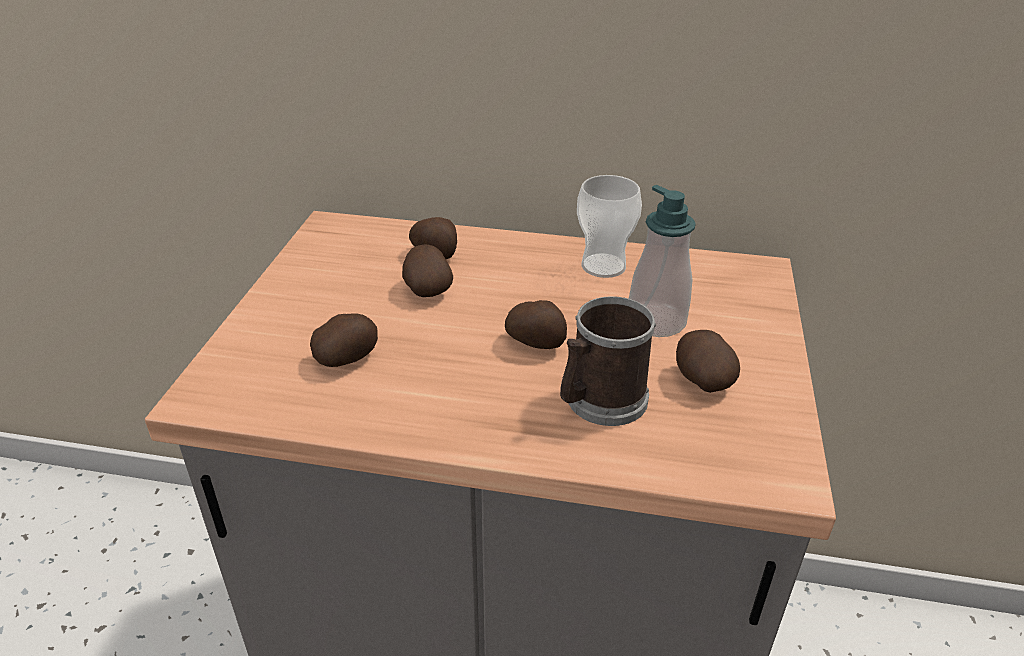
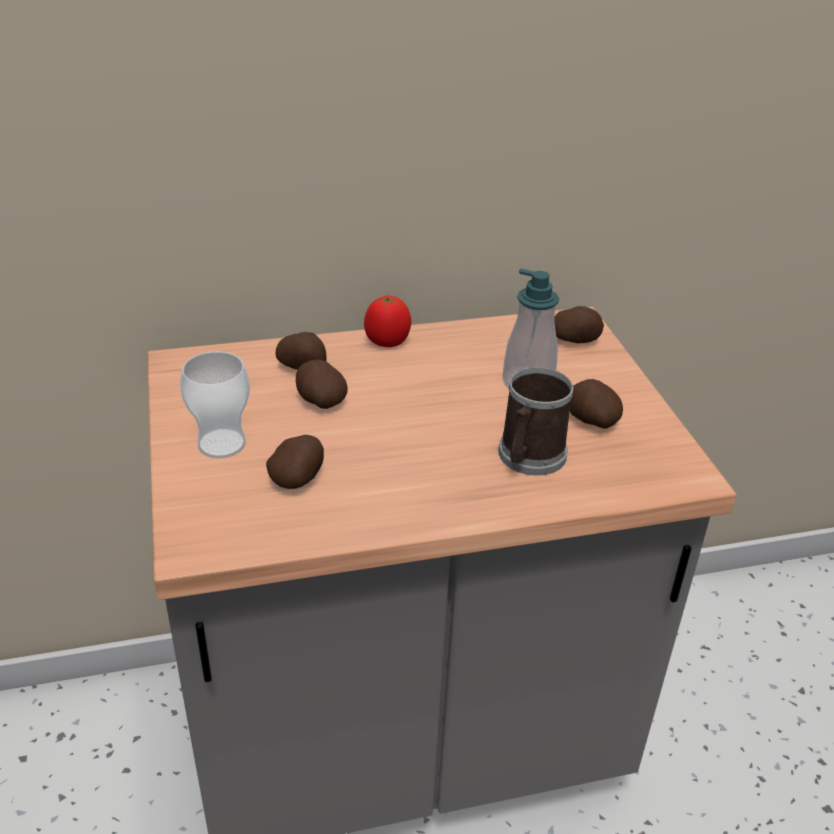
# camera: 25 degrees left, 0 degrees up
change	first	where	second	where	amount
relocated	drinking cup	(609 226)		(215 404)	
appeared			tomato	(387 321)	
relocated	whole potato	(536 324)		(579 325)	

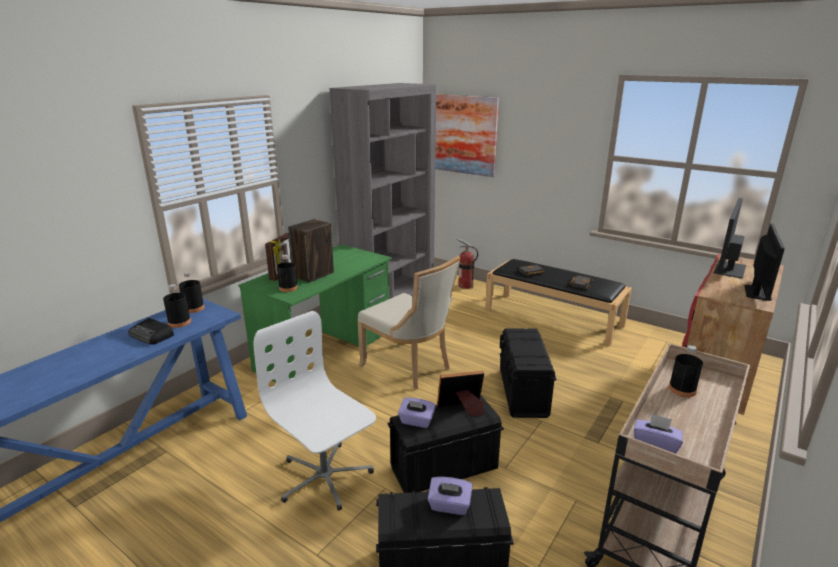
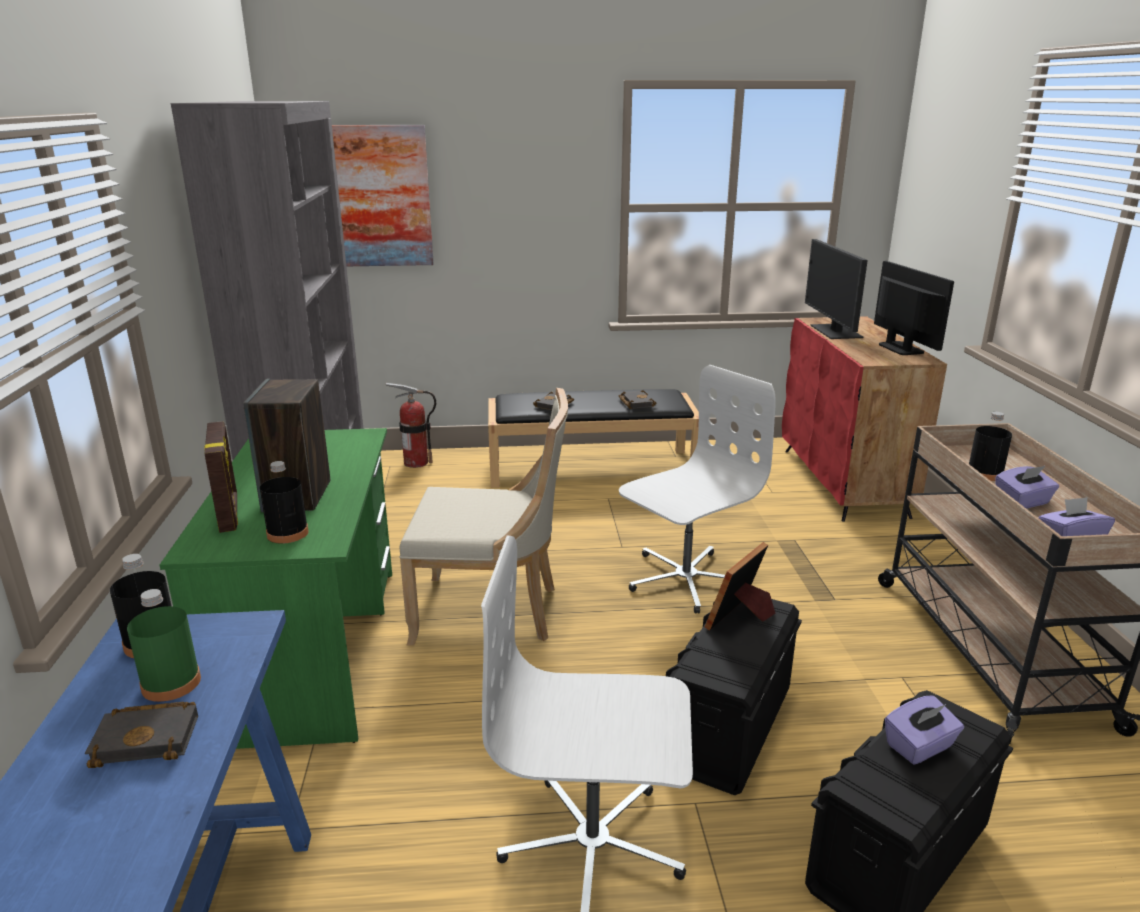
# camera: 40 degrees left, 0 degrees up
change	first	where	second	where	amount
exchanged	radio set	(151 331)	black-coloured book	(141 735)	
colour	black-coloured drink bottle	(177 306)	green drink bottle	(164 645)	
exchanged	black-coloured storage bin	(528 373)	white desk chair	(697 489)	
relocated	purple-coloured tissue holder	(417 413)		(1027 487)	

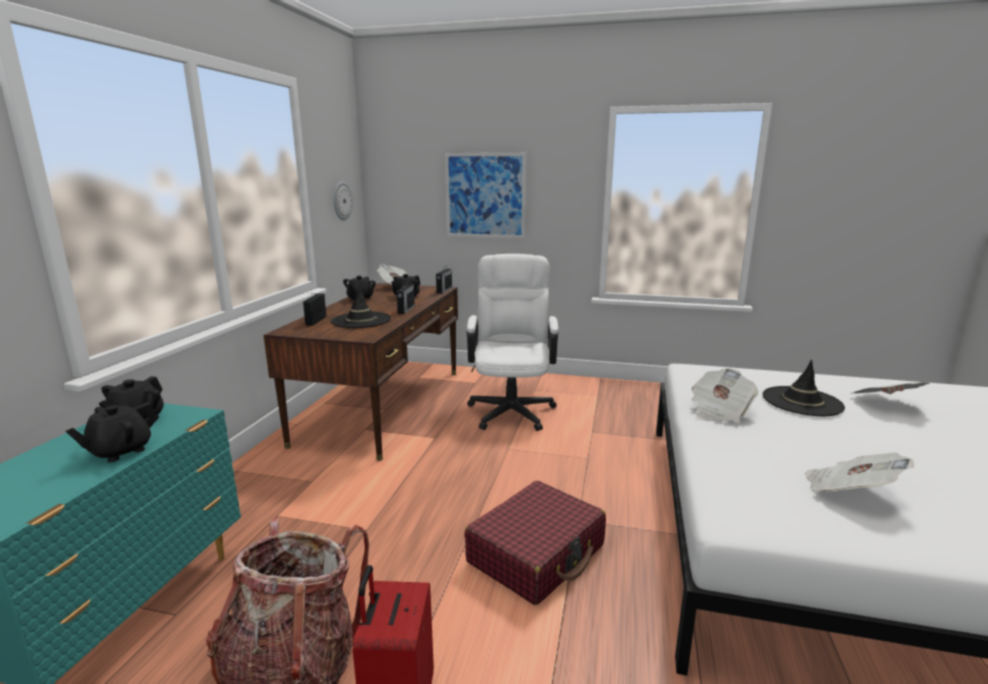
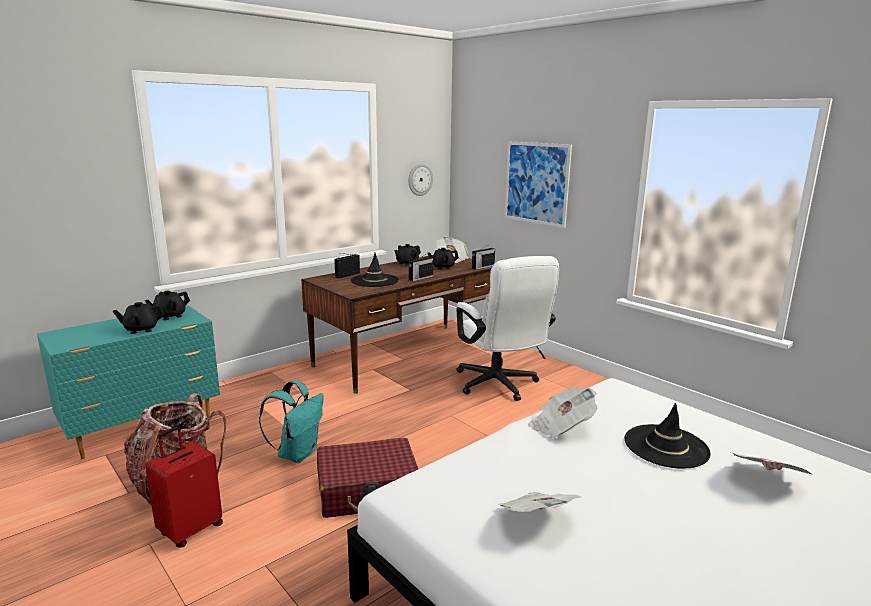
# camera: 35 degrees right, 0 degrees up
change	first	where	second	where	amount
appeared			blue-green rucksack	(291 421)	
spun	white desk chair	(512 342)		(507 328)	120 degrees clockwise

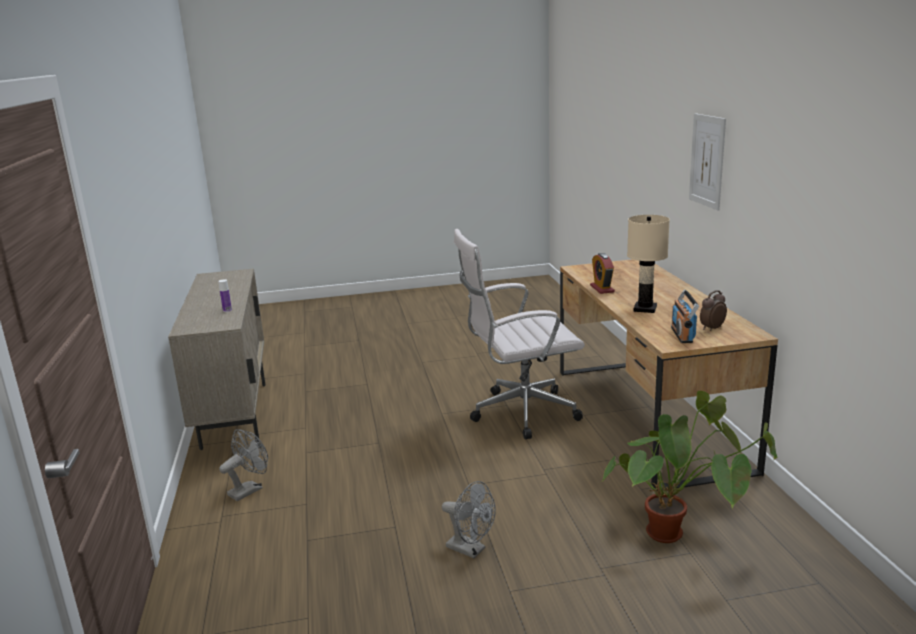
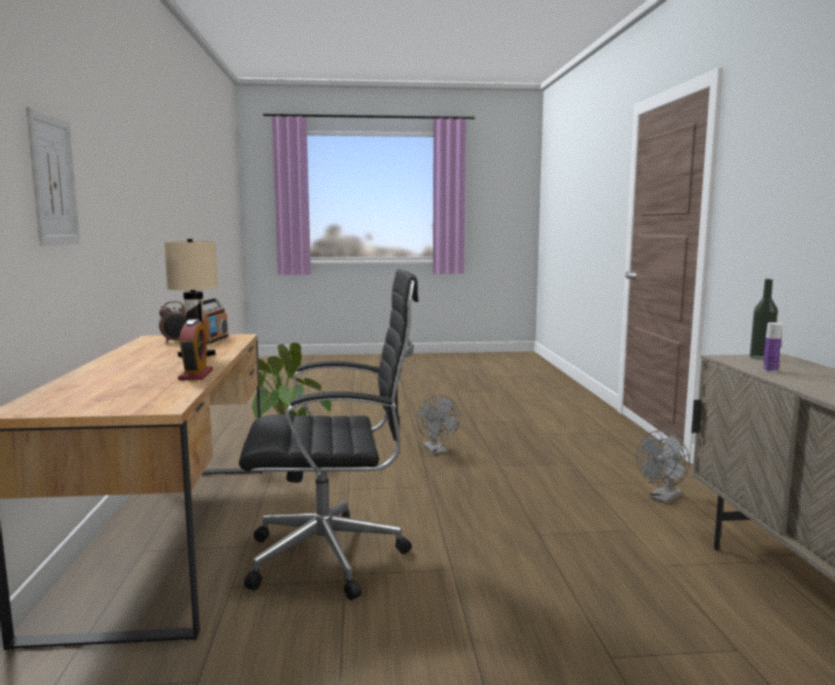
# camera: 175 degrees left, 10 degrees down
change	first	where	second	where	amount
colour	white desk chair	(519 334)	black-coloured desk chair	(329 434)	
spun	gray electric fan	(469 519)		(438 424)	150 degrees counterclockwise
appeared			drink bottle	(764 319)	

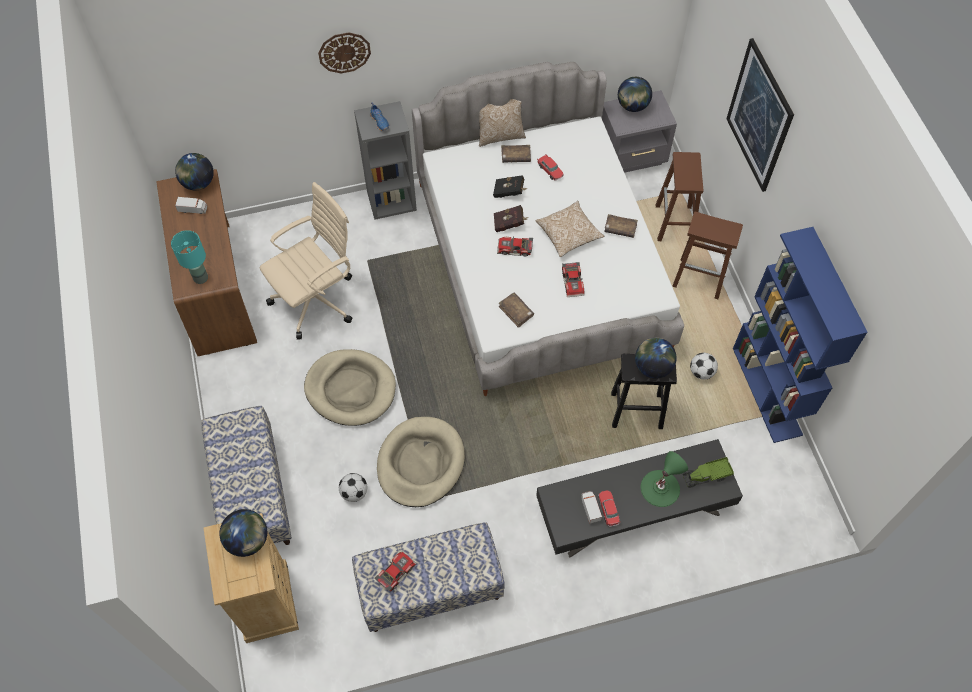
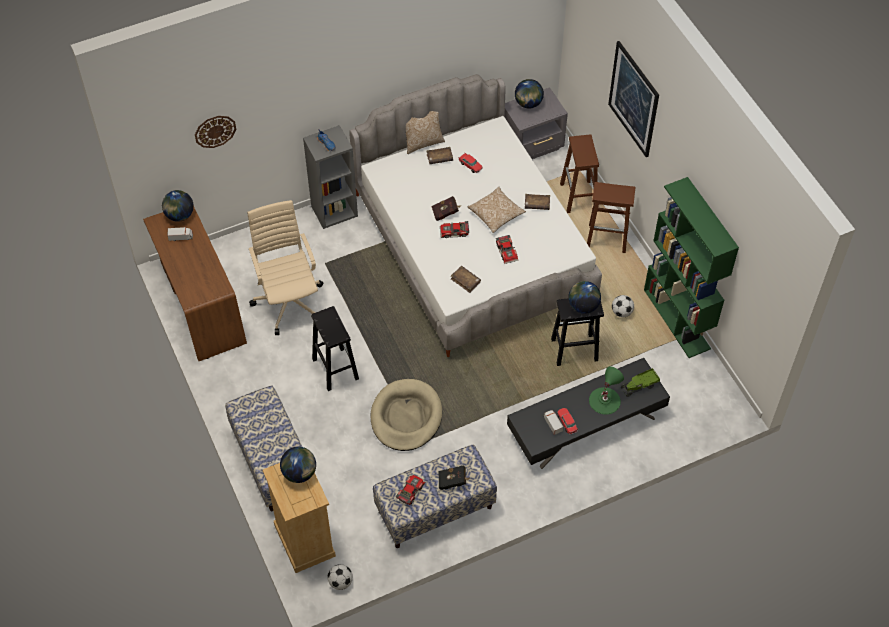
# camera: 10 degrees left, 5 degrees down
change	first	where	second	where	amount
relocated	clock on the wall	(344 52)		(215 132)	
spun	sand-coloured desk chair	(306 261)		(285 267)	60 degrees counterclockwise
exchanged	sand-coloured dog bed	(350 387)	black-coloured stool	(335 348)	
relocated	ball for football	(353 487)		(340 577)	
relocated	black-coloured book	(509 186)		(454 477)	
colour	blue-coloured bookshelf	(800 335)	green bookshelf	(691 267)	
missing	blue-green tabletop lamp	(189 257)			

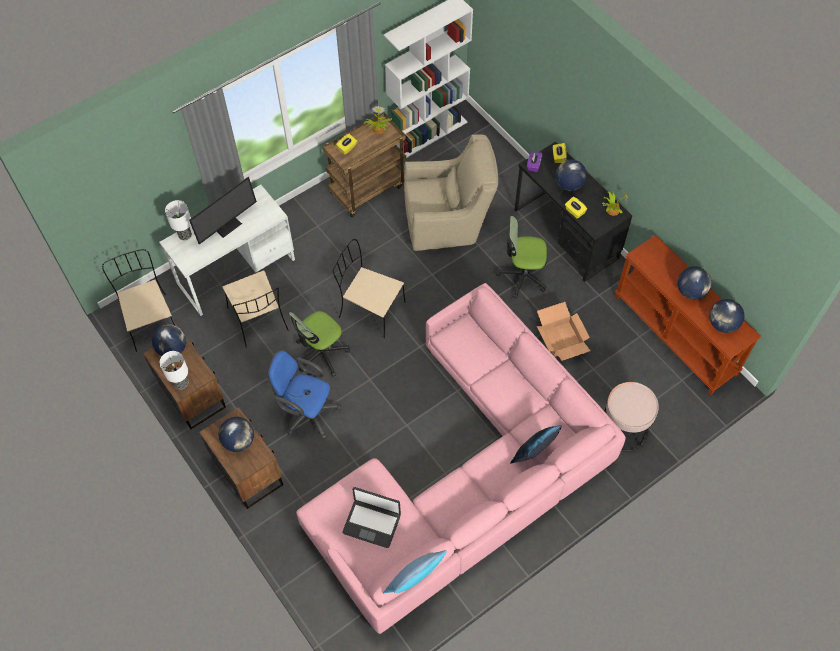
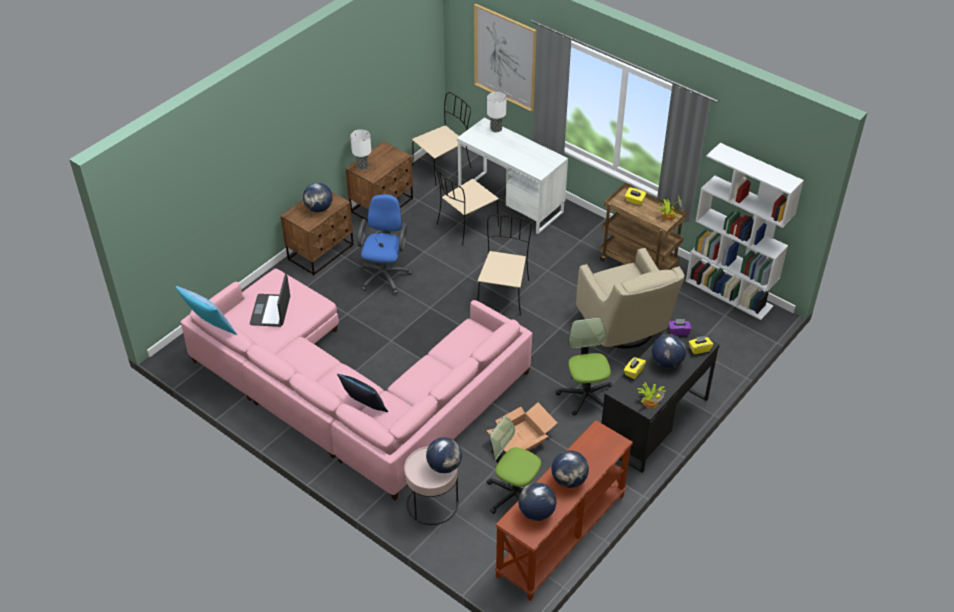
# camera: 75 degrees right, 15 degrees down
change	first	where	second	where	amount
relocated	globe	(169 340)		(444 455)	
appeared			wall picture	(505 58)	
relocated	desk chair	(319 344)		(514 465)	
missing	monitor	(223 210)			

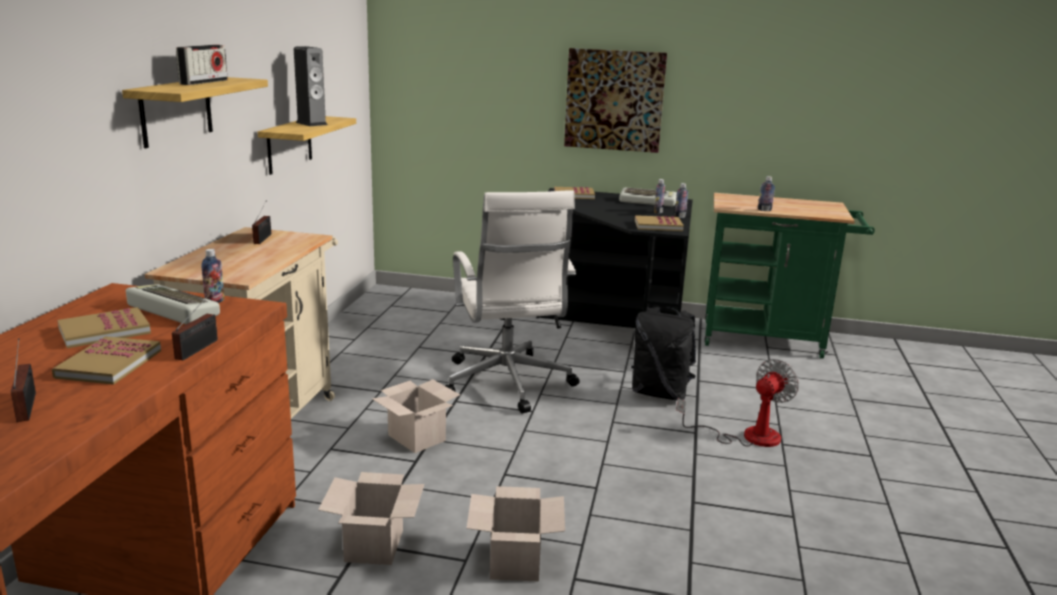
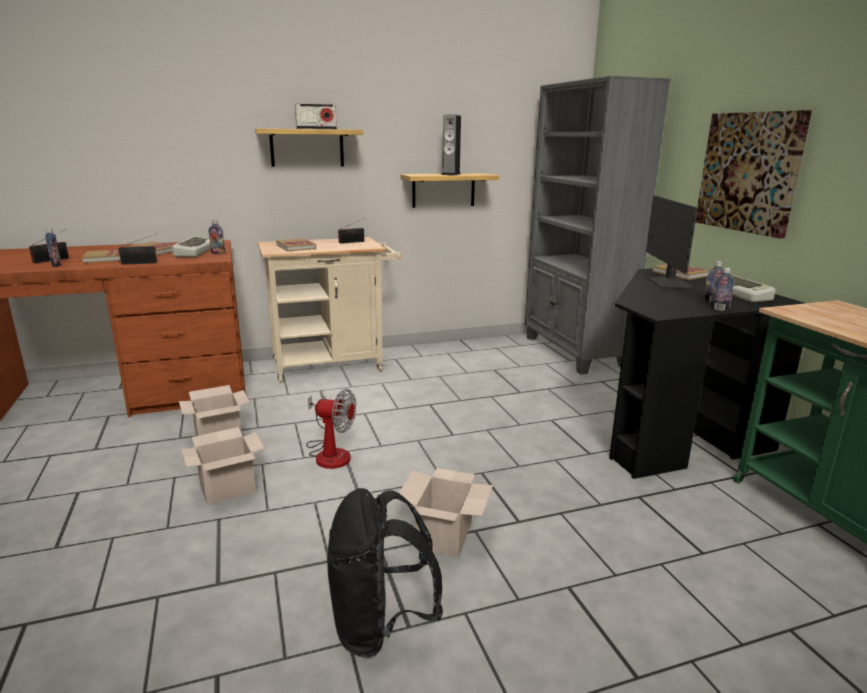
# camera: 60 degrees right, 0 degrees up
change	first	where	second	where	amount
relocated	drink bottle	(766 193)		(53 247)	
relocated	book	(659 223)		(296 244)	
relocated	electric fan	(737 403)		(331 429)	
relocated	black-coloured rucksack	(663 354)		(385 572)	
relocated	packing box	(416 416)		(446 512)	
appeared			gray bookshelf	(598 225)	
appeared			monitor	(672 241)	
missing	white desk chair	(512 301)			

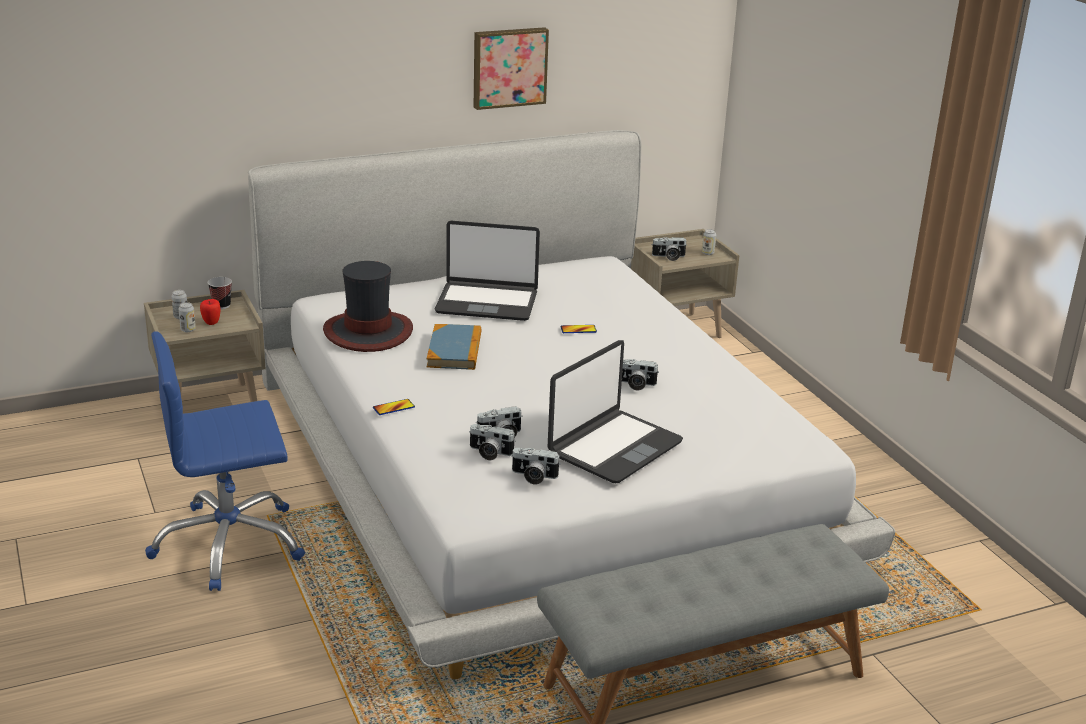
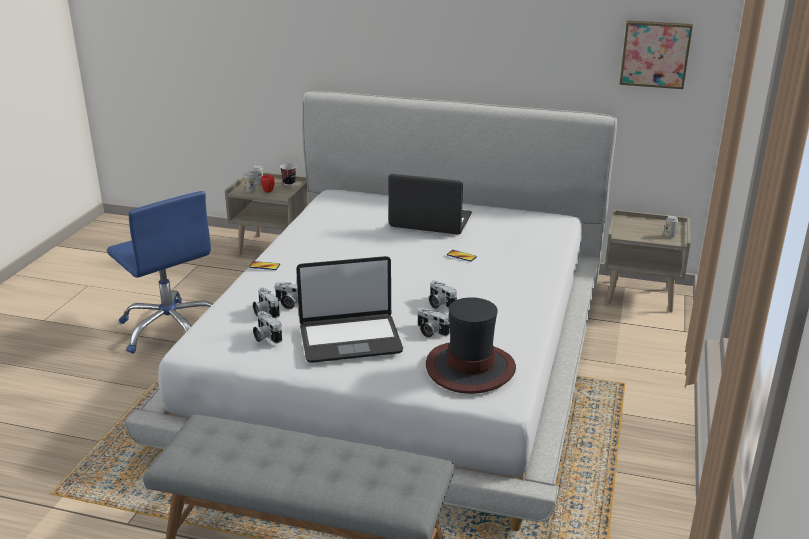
# camera: 40 degrees right, 0 degrees up
change	first	where	second	where	amount
spun	blue-coloured desk chair	(225 461)		(160 272)	150 degrees counterclockwise
spun	portable computer	(487 271)		(430 204)	150 degrees clockwise
relocated	still camera	(669 249)		(434 323)	
relocated	hat	(368 306)		(471 345)	
relocated	wall picture	(511 68)		(656 54)	
missing	book	(454 347)			

